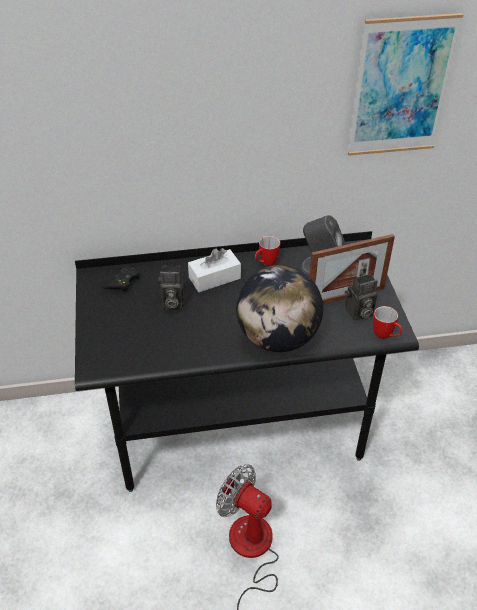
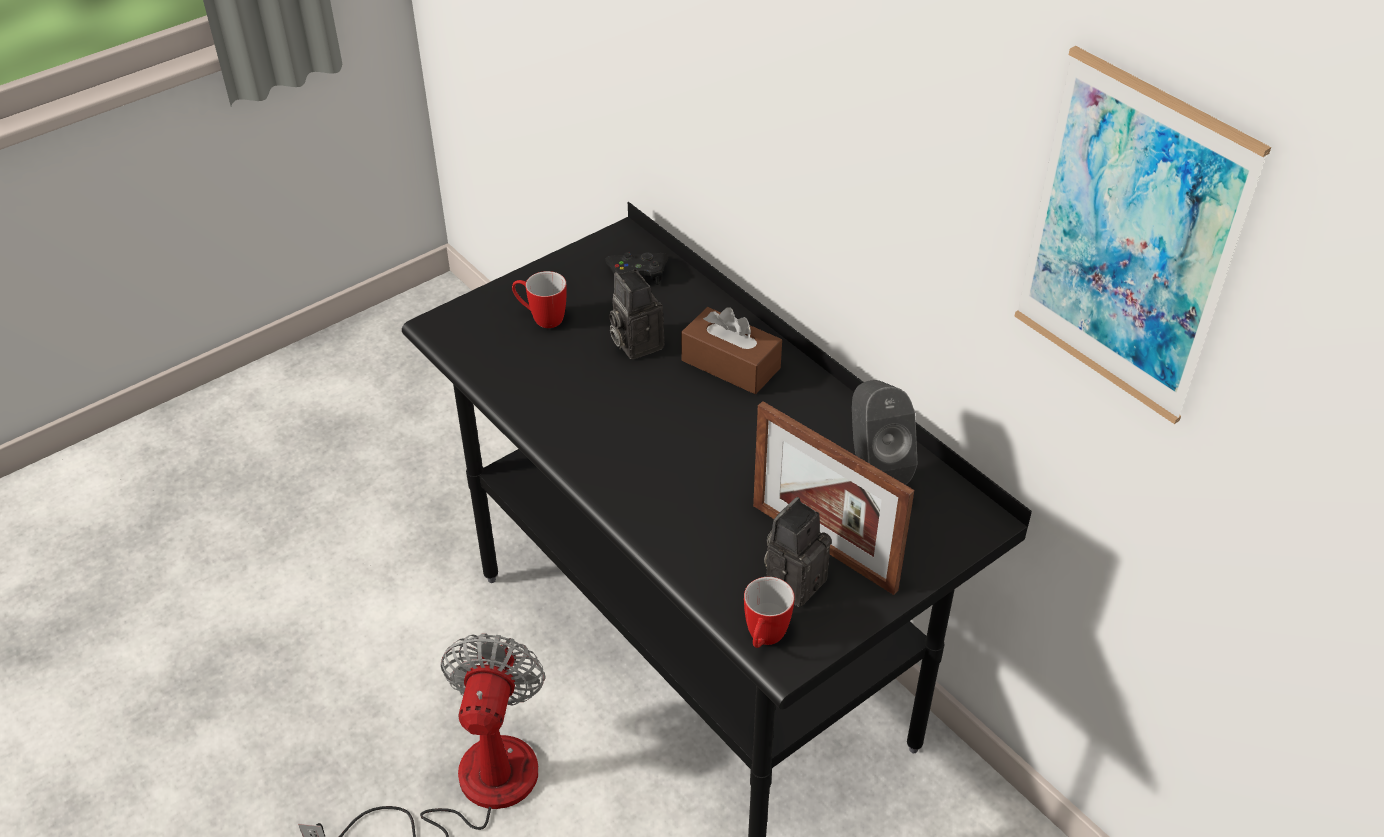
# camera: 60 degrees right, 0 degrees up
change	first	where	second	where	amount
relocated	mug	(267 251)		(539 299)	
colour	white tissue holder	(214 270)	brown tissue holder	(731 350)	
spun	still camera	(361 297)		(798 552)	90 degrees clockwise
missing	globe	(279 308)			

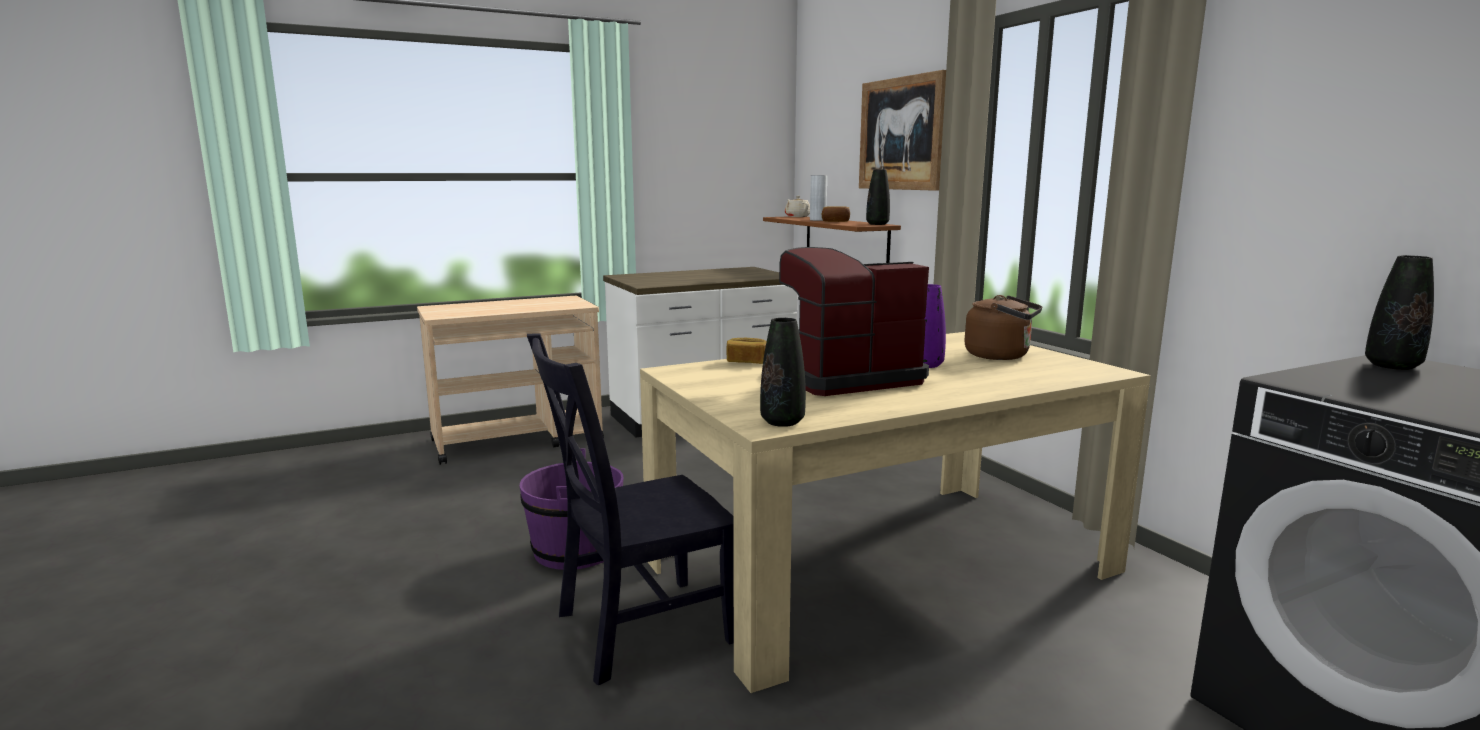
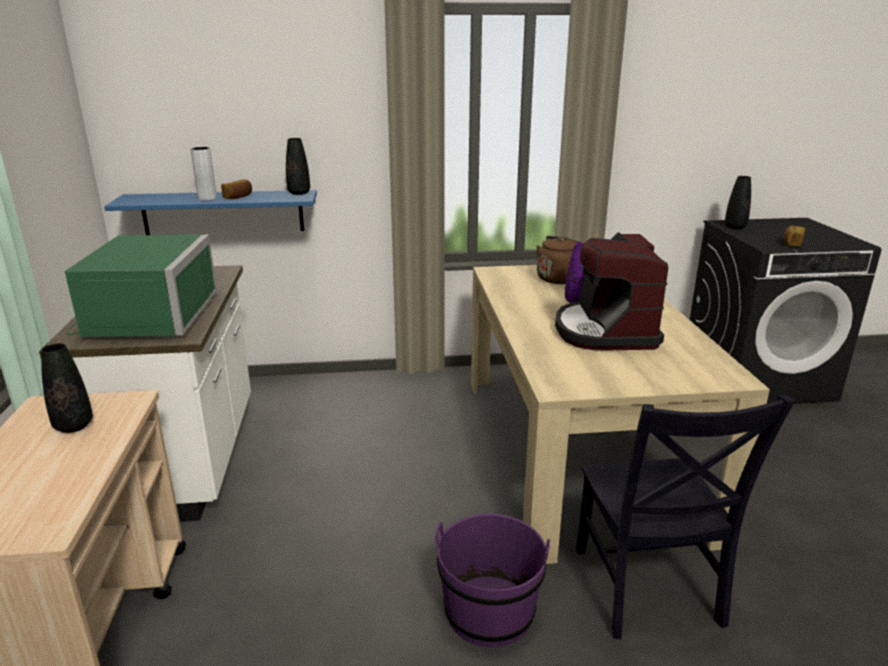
# camera: 70 degrees left, 10 degrees up
change	first	where	second	where	amount
relocated	black-coloured flower vase	(783 372)		(67 388)	
appeared			green microwave	(141 286)	
colour	brown bracket shelf	(832 240)	blue-coloured bracket shelf	(210 212)	
relocated	baked bread	(747 351)		(794 236)	
missing	sand-coloured tea pot	(797 206)			
missing	wall picture	(902 130)			

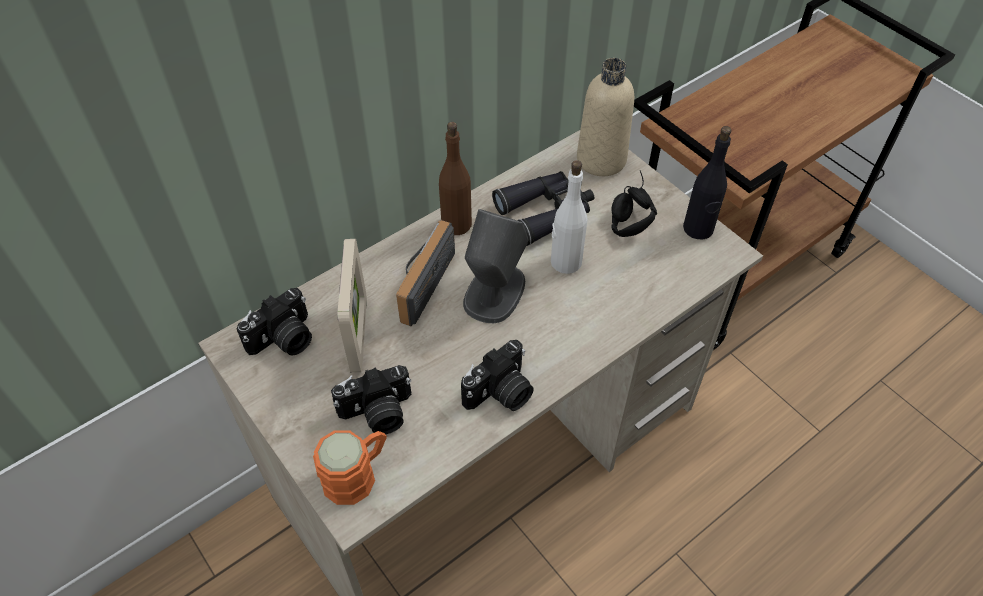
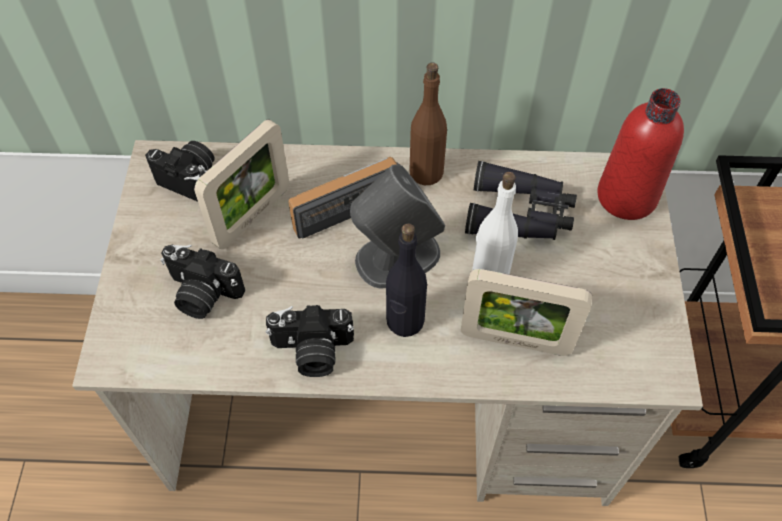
# camera: 40 degrees right, 5 degrees up
change	first	where	second	where	amount
spun	still camera	(274 322)		(180 171)	150 degrees counterclockwise
relocated	black-coloured drink bottle	(707 182)		(406 280)	
appeared			photo frame	(526 312)	
colour	sand-coloured drink bottle	(605 117)	reddish drink bottle	(640 154)	
missing	orangey mug	(350 467)			
missing	black-coloured headset	(634 203)			

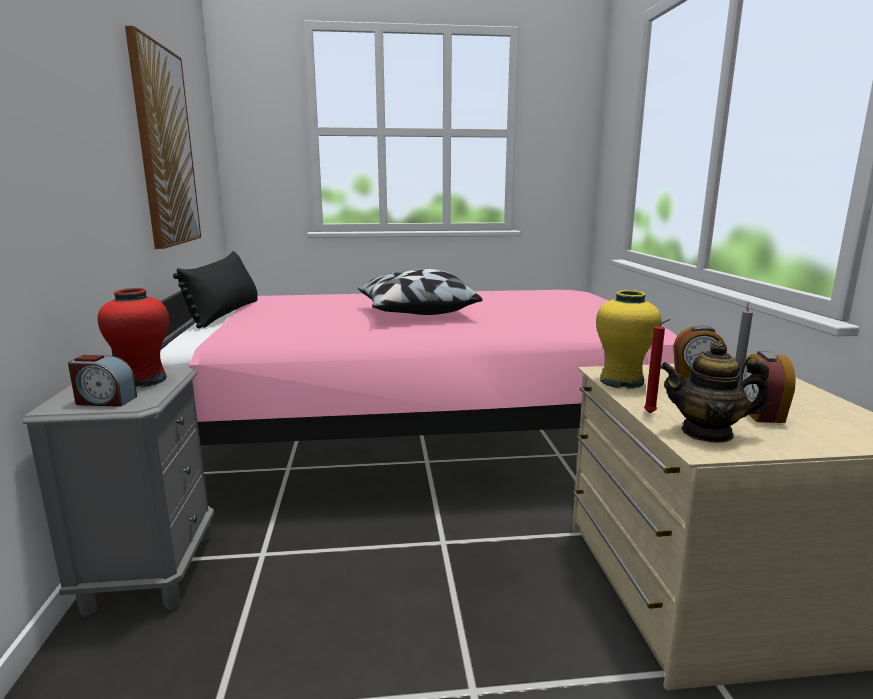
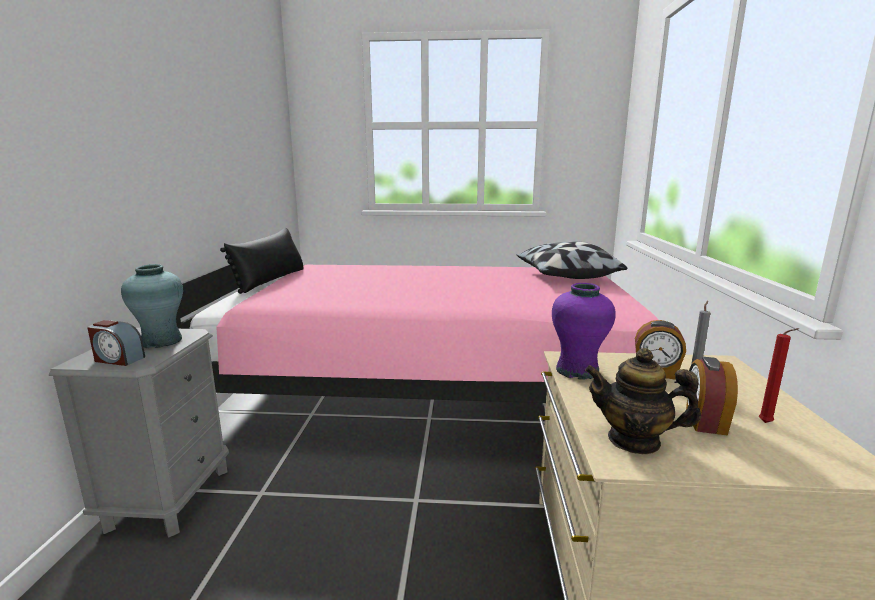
# camera: 10 degrees right, 0 degrees up
change	first	where	second	where	amount
colour	reddish flower vase	(133 338)	blue-green flower vase	(152 306)	
relocated	cushion	(420 292)		(572 260)	
colour	yellow flower vase	(629 339)	purple-coloured flower vase	(584 331)	
relocated	reddish wax light	(657 366)		(779 375)	
missing	wall picture	(163 137)			

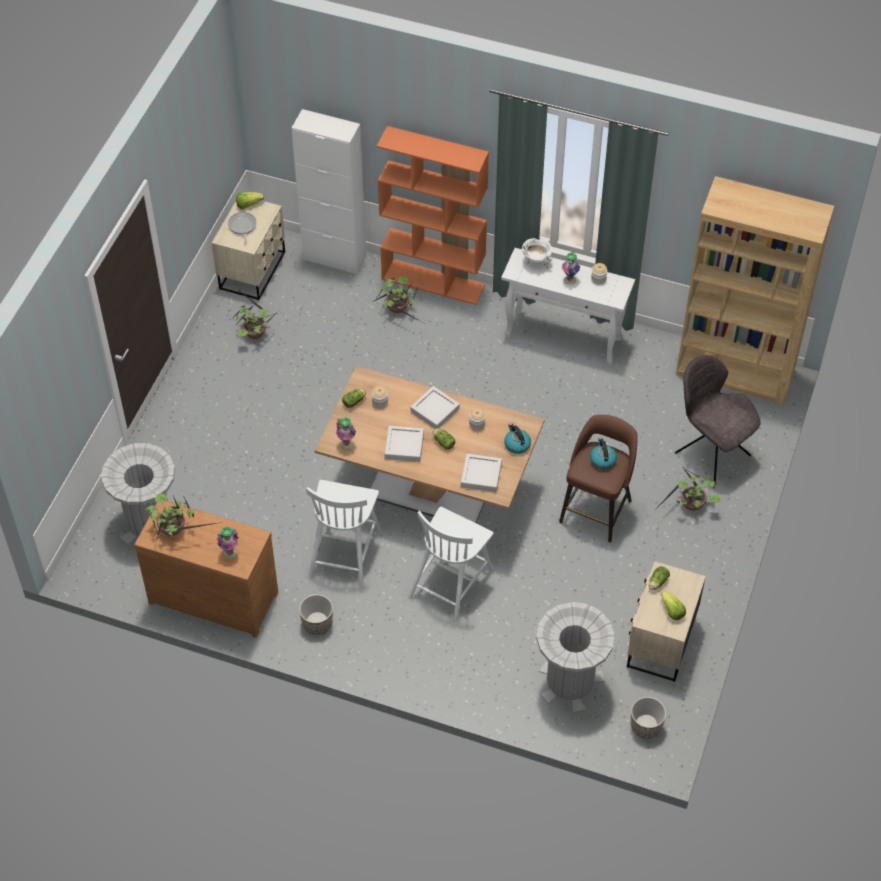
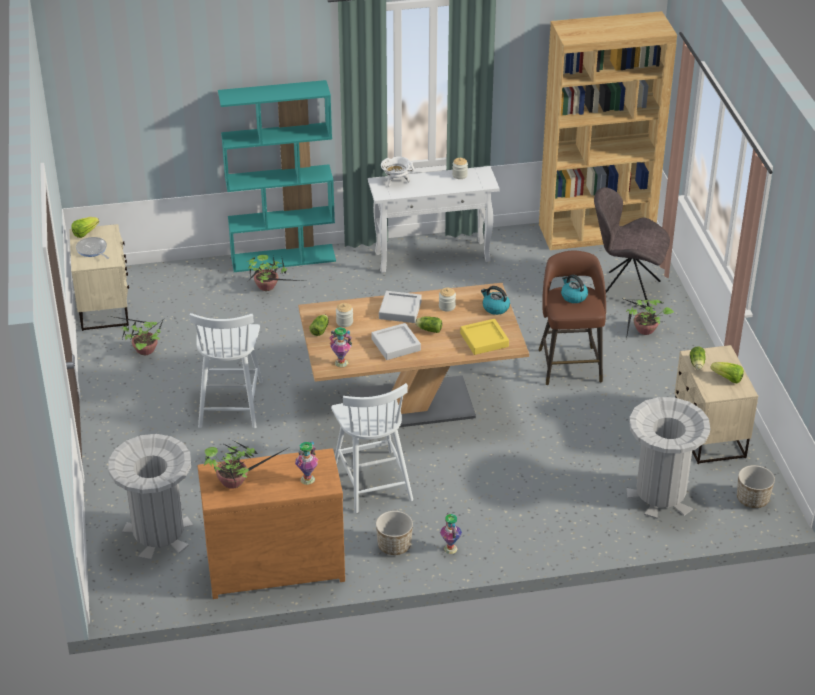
# camera: 30 degrees left, 15 degrees down
change	first	where	second	where	amount
relocated	white upright chair	(450 564)		(226 370)	
colour	orangey bookshelf	(433 215)	blue-green bookshelf	(277 176)	
relocated	flower vase	(571 268)		(451 533)	
colour	gray carrying tray	(481 473)	yellow carrying tray	(484 337)	
missing	white storage cabinet	(329 191)			

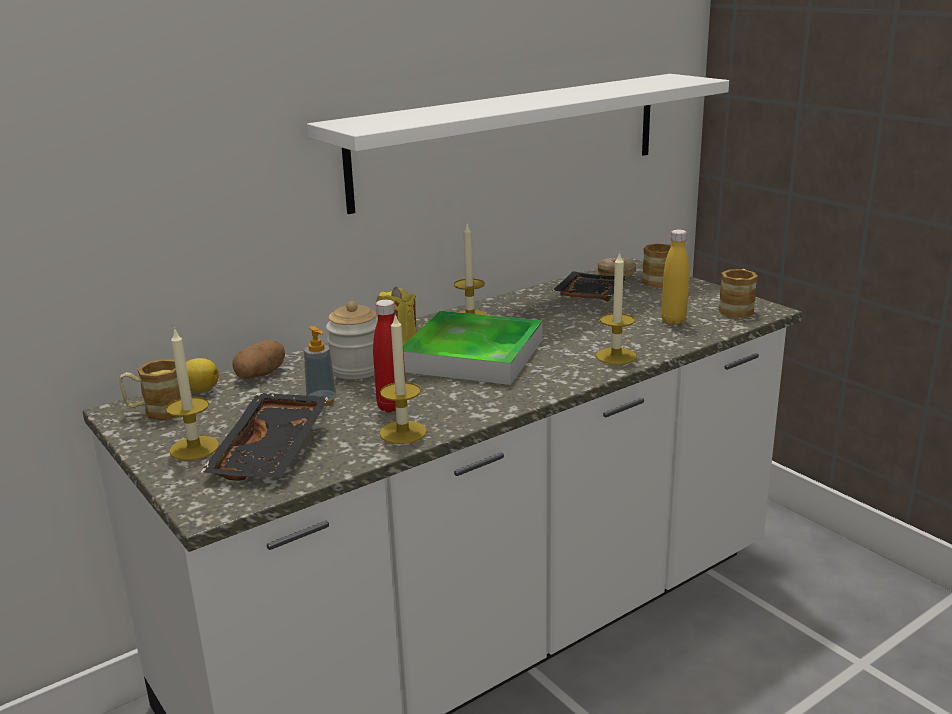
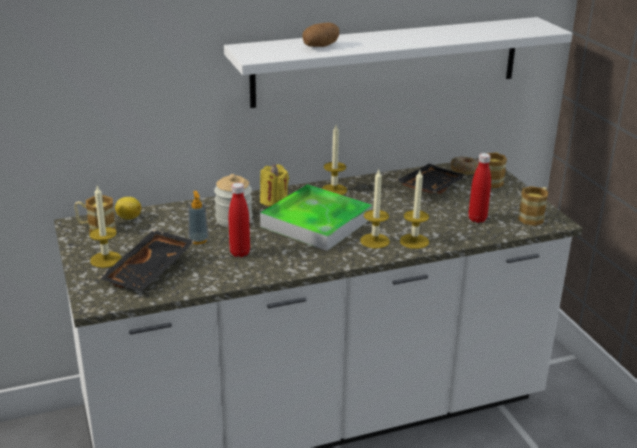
# camera: 15 degrees right, 5 degrees up
change	first	where	second	where	amount
relocated	whole potato	(258 359)		(320 34)	
relocated	wax light	(403 378)		(375 209)	
colour	yellow drink bottle	(675 277)	reddish drink bottle	(479 188)	

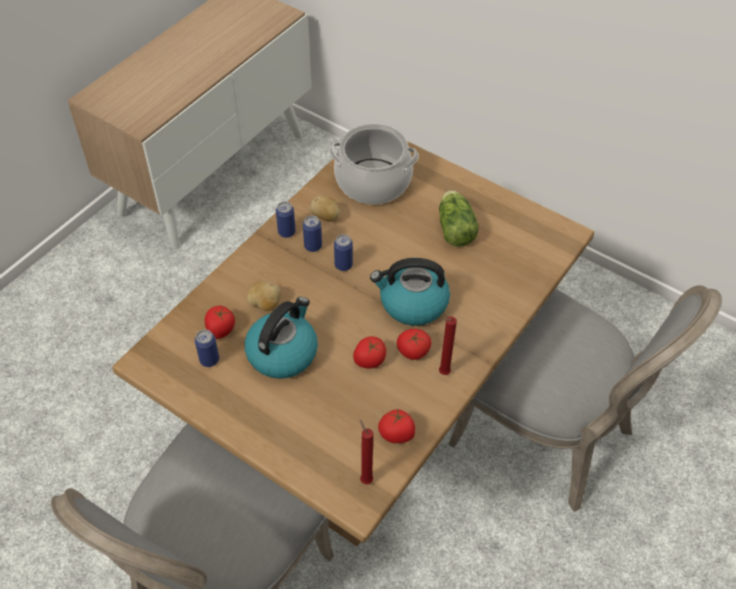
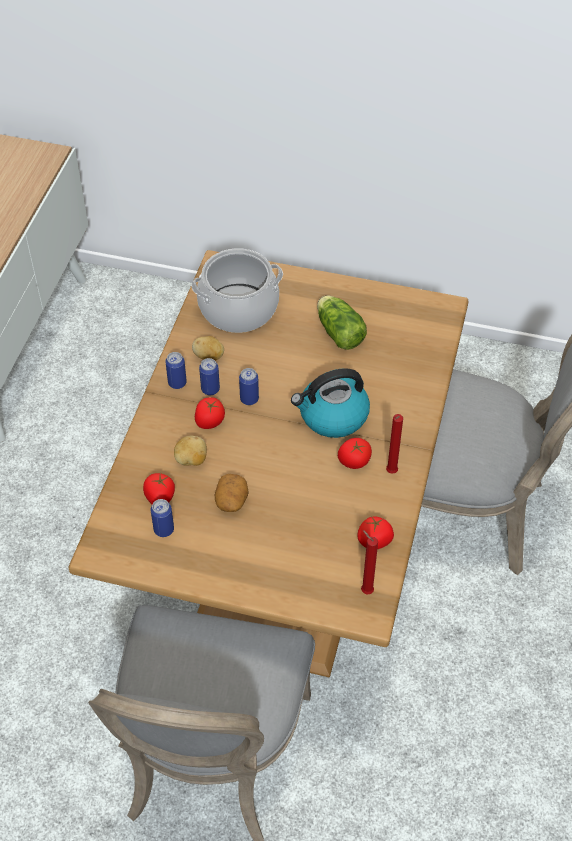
# camera: 20 degrees left, 0 degrees up
change	first	where	second	where	amount
relocated	tomato	(369 352)		(210 413)	
exchanged	tea kettle	(281 338)	whole potato	(232 493)	

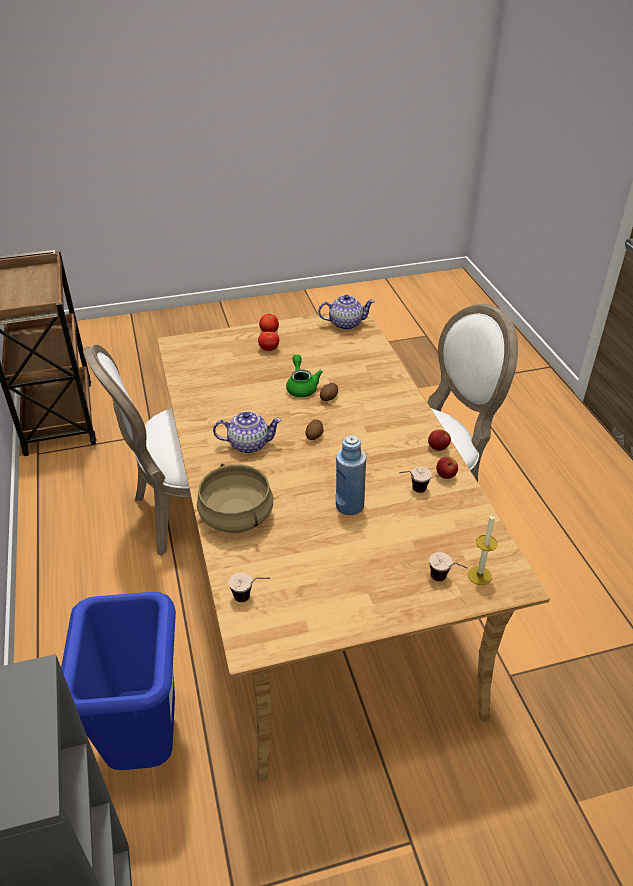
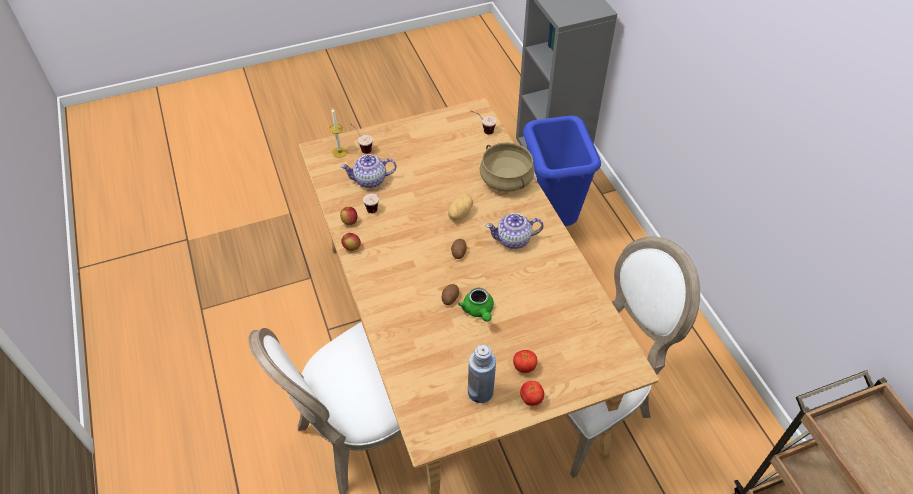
# camera: 175 degrees right, 10 degrees up
change	first	where	second	where	amount
relocated	tea pot	(346 312)		(368 171)	
appeared			whole potato	(460 206)	
relocated	blue-coloured drink bottle	(351 475)		(482 373)	

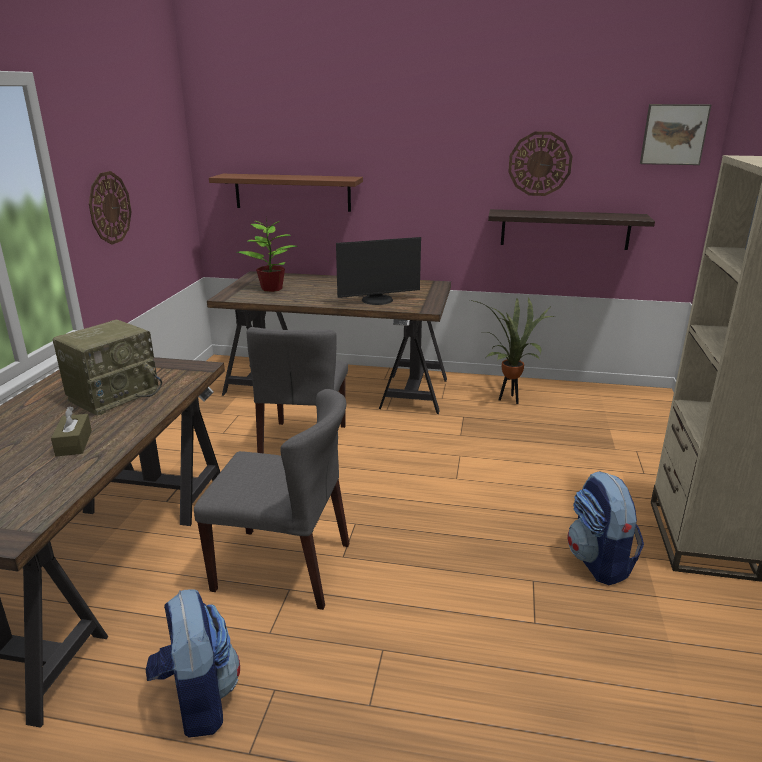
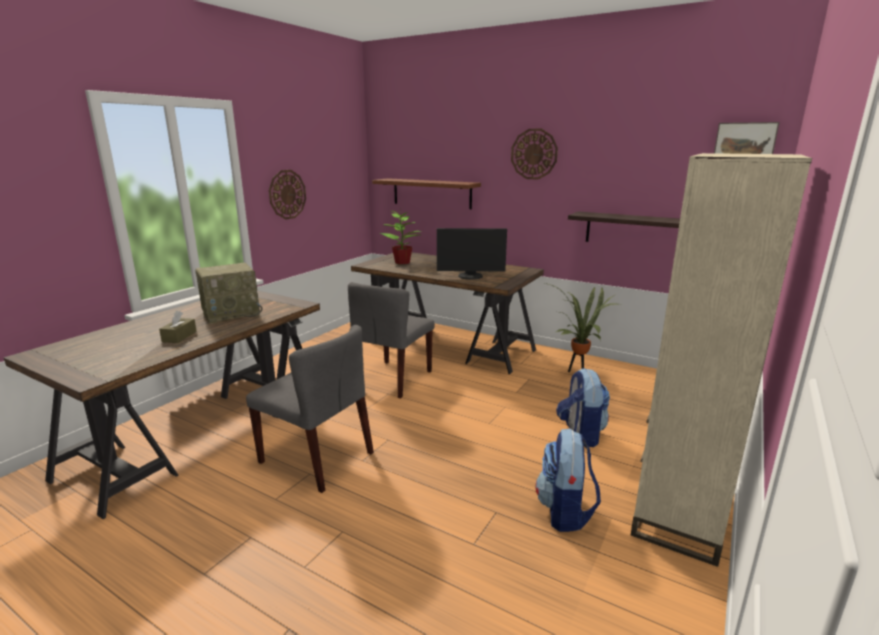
# camera: 20 degrees right, 5 degrees down
change	first	where	second	where	amount
relocated	clock on the wall	(540 164)		(534 154)	
relocated	rucksack	(193 664)		(583 407)	

